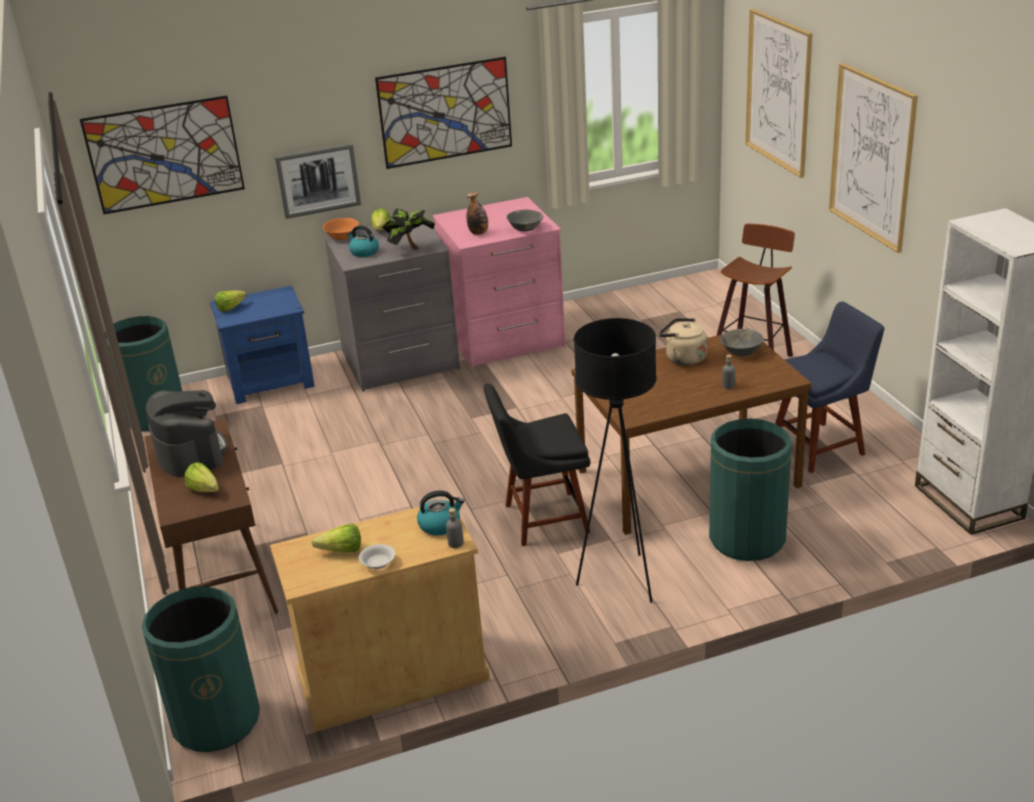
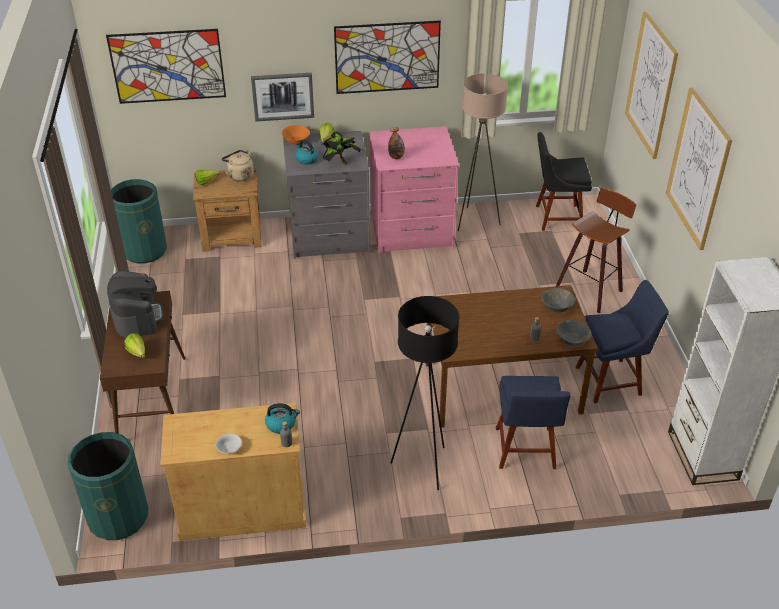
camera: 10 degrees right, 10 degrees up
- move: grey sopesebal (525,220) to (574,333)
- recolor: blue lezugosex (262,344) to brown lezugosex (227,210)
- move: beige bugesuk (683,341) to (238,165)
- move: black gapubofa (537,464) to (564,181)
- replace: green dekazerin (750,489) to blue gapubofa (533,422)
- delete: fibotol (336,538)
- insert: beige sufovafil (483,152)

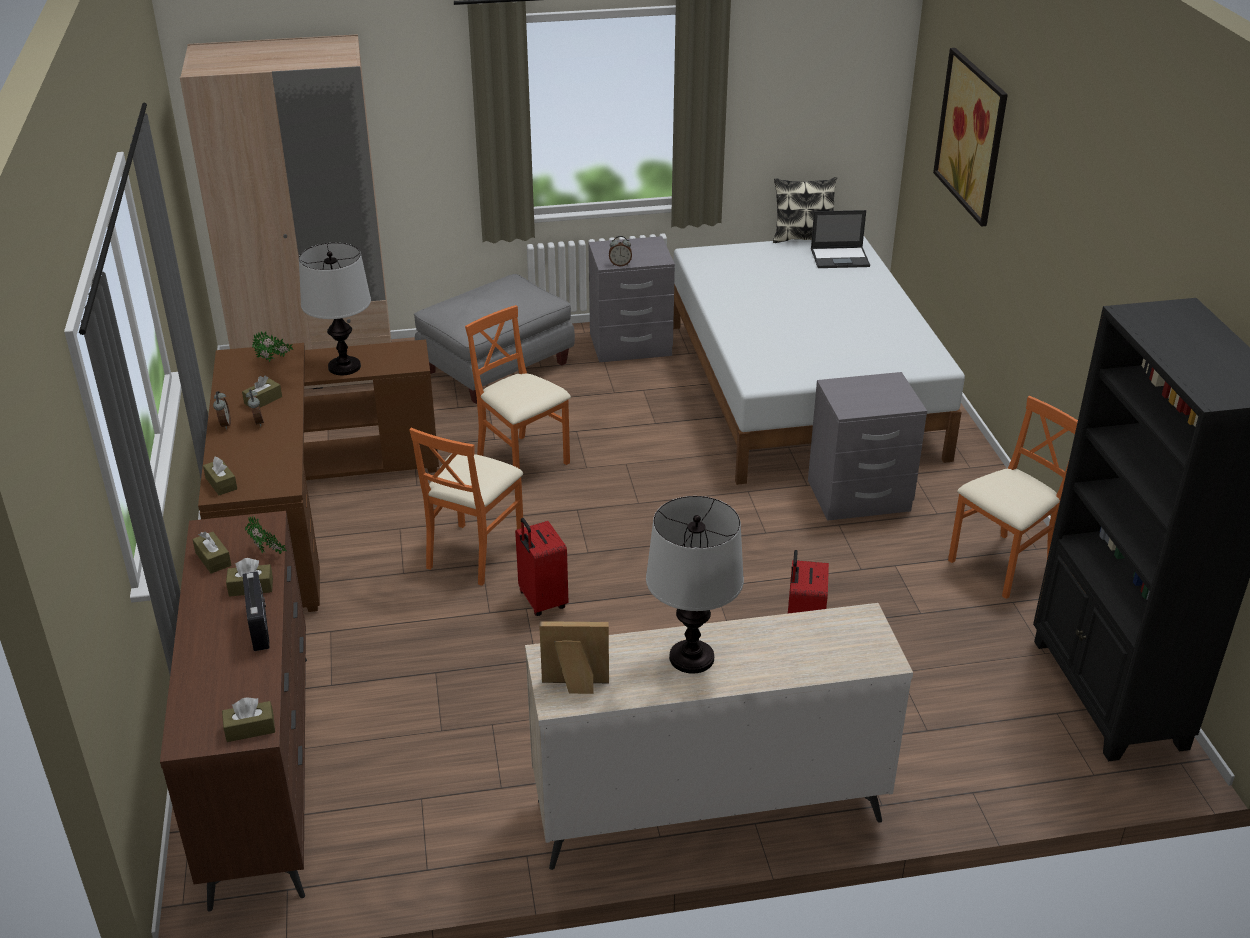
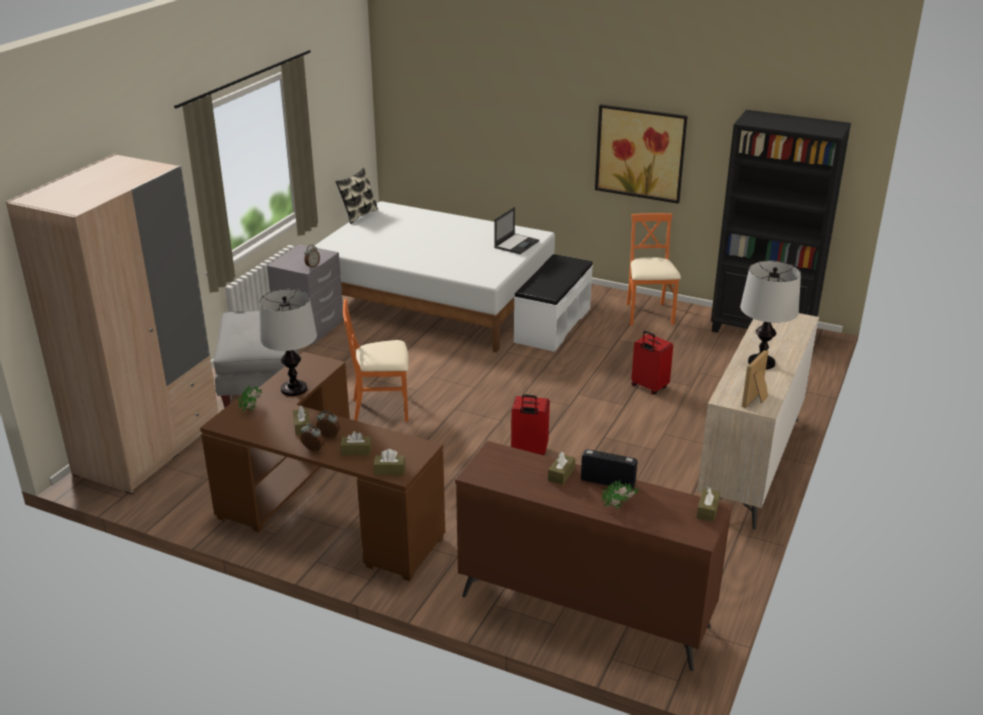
camera: 55 degrees left, 5 degrees down
- move: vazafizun (970,137) to (641,154)
- move: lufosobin (840,239) to (516,230)
- replace: grey lezugosex (867,446) to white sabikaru (553,303)
- delete: orange gapubofa (466,507)
- move: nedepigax (265,535) to (620,494)
- move: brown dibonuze (212,553) to (356,443)

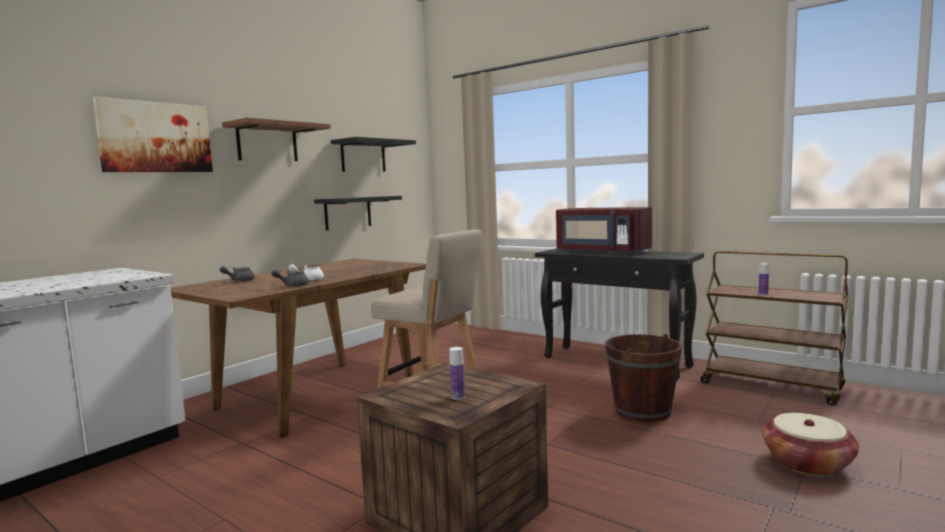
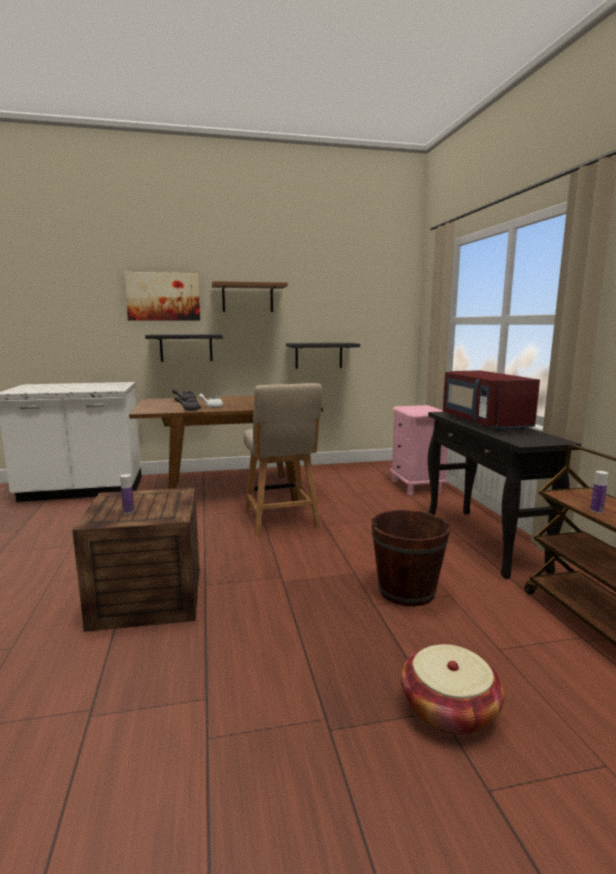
camera: 40 degrees right, 5 degrees up
- move: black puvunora (373,154) to (184,348)
- insert: pink lezugosex (419,450)

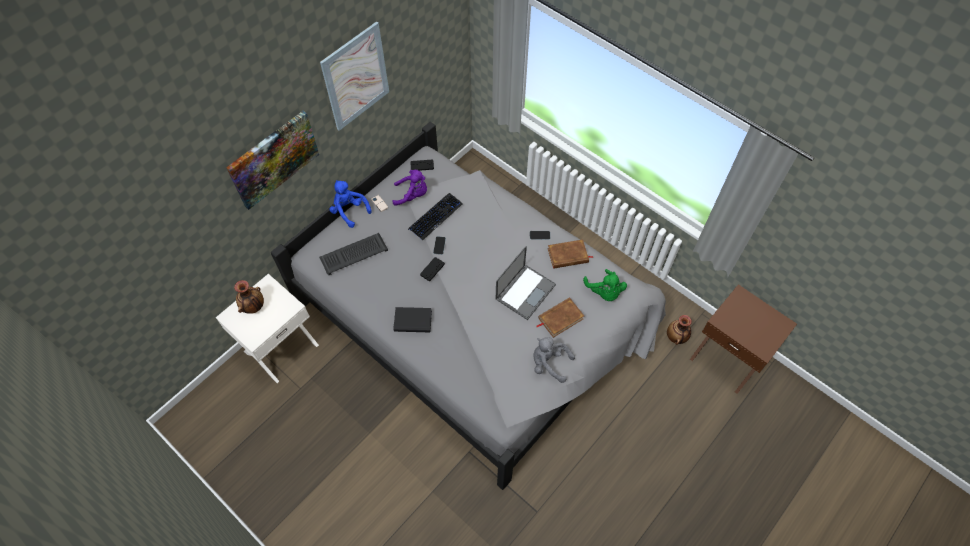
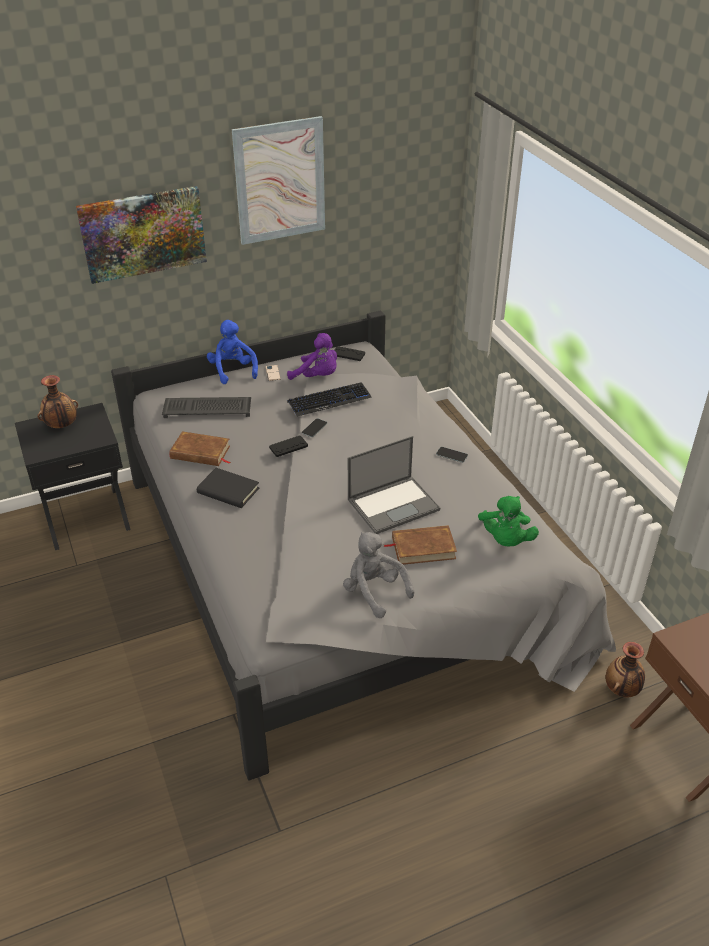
camera: 25 degrees right, 20 degrees down
- move: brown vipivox (570,254) to (200,448)
- recolor: white lezugosex (267,328) to black lezugosex (73,476)

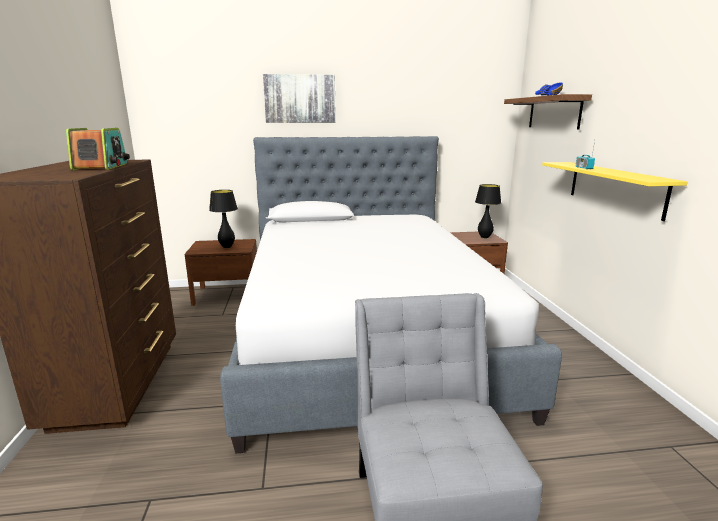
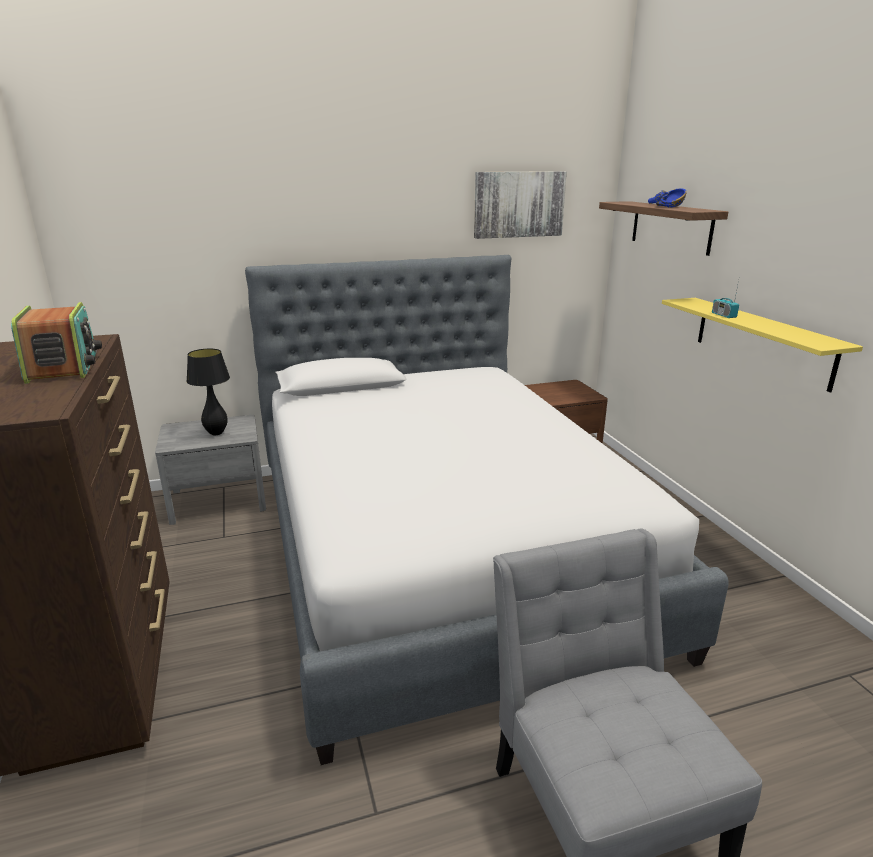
camera: 10 degrees left, 5 degrees up
- move: vazafizun (299,98) to (520,205)
- delete: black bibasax (488,211)
- recolor: brown lezugosex (221,272) to grey lezugosex (210,470)

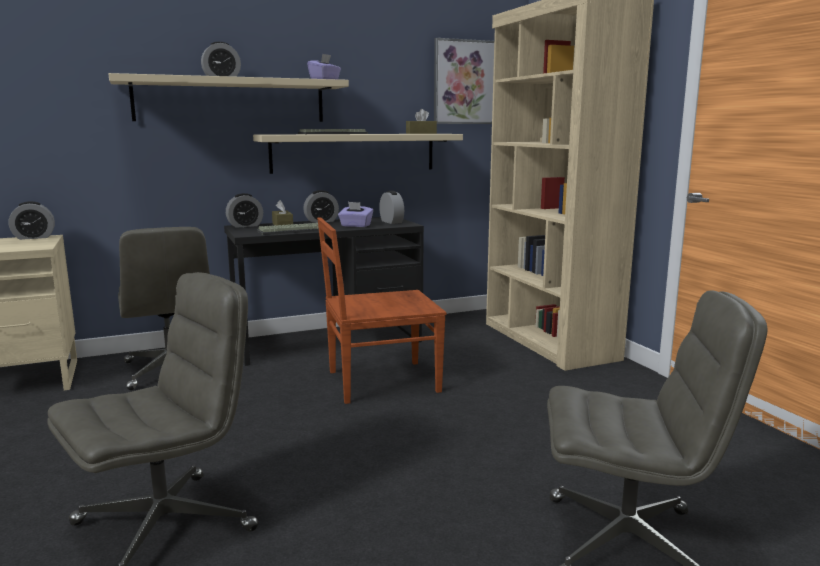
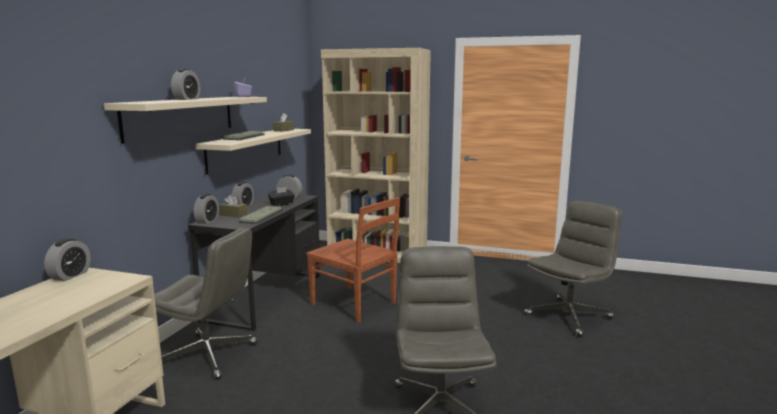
camera: 50 degrees left, 0 degrees up
- delete: vazafizun (464,81)
- recolor: purple dibonuze (355,214) to black dibonuze (281,196)
- rotate: brown gapubofa (381,310) = (353,260) 75 degrees counterclockwise

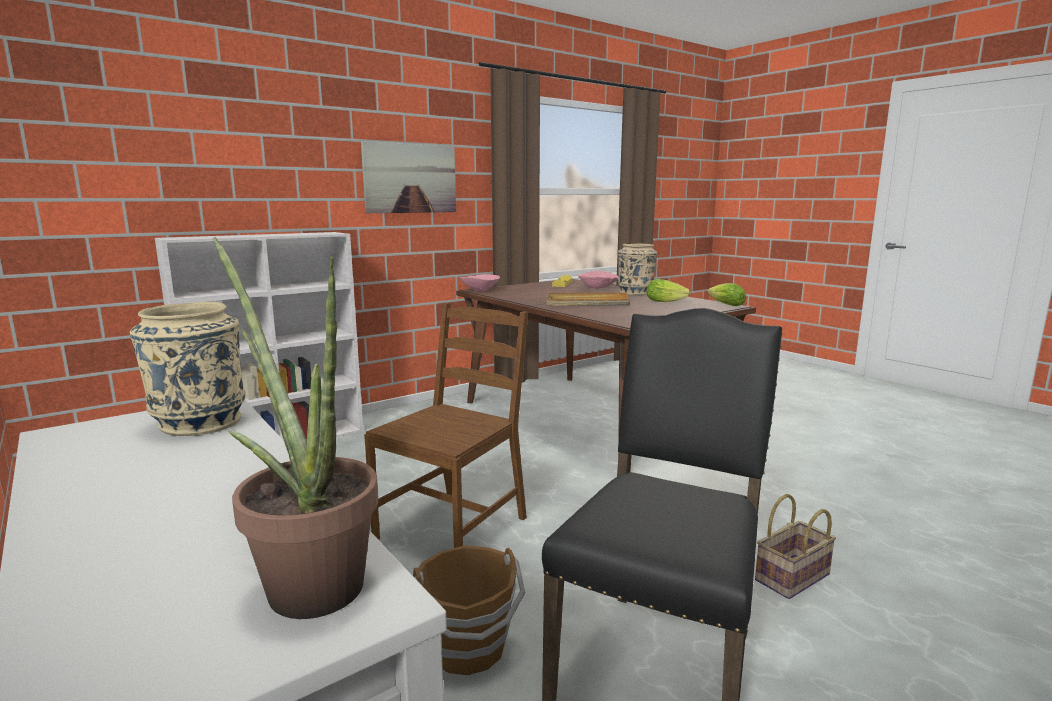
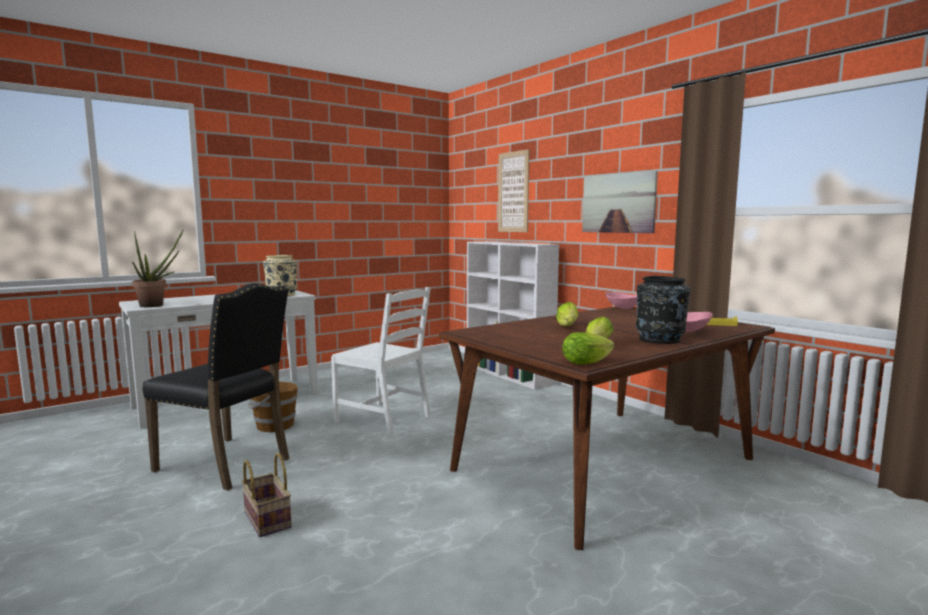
camera: 90 degrees right, 5 degrees down
- recolor: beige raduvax (637,269) to black raduvax (663,310)
- replace: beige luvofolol (588,299) to fibotol (567,314)
- recolor: brown gapubofa (446,425) to white gapubofa (381,361)
- insert: vazafizun (513,190)

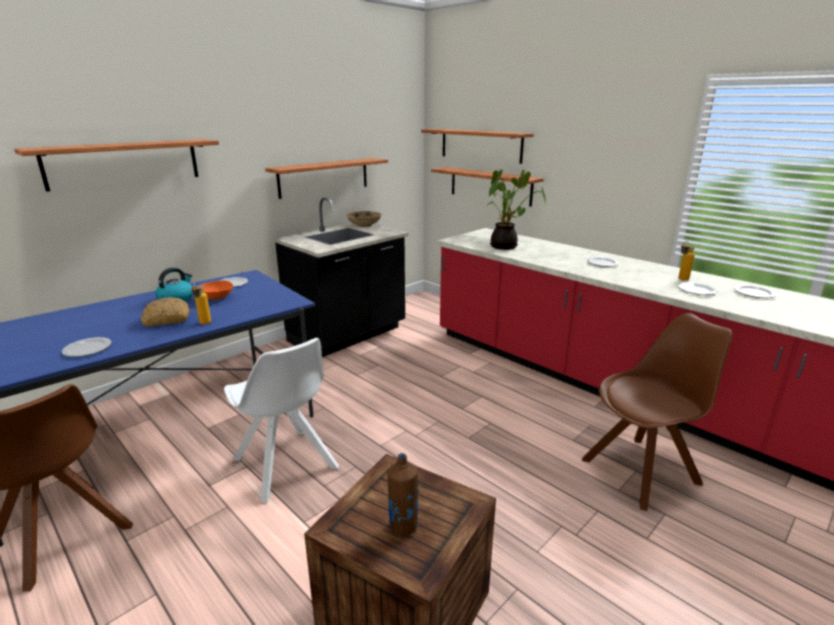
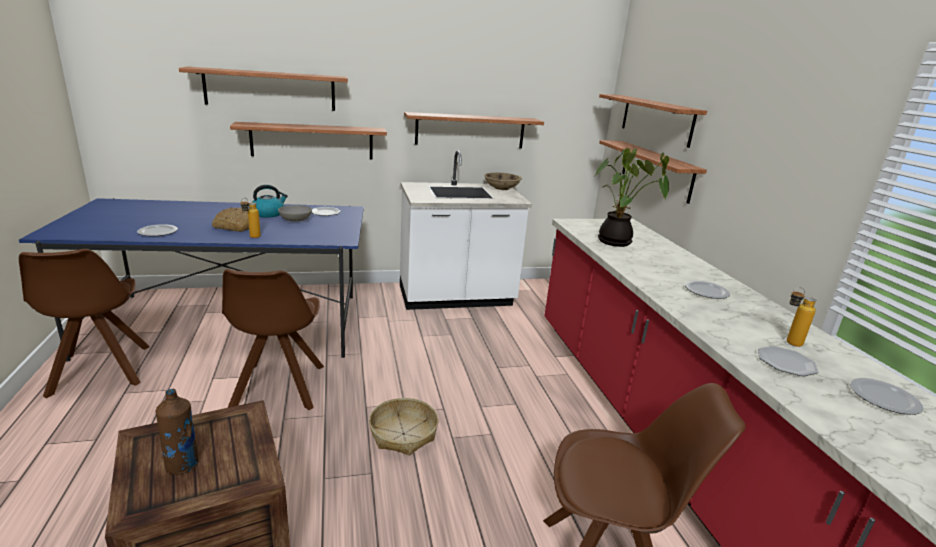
camera: 30 degrees right, 0 degrees up
- recolor: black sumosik (341,277) to white sumosik (466,230)
- recolor: orange sopesebal (216,290) to grey sopesebal (295,213)
- recolor: white gapubofa (281,420) to brown gapubofa (273,339)
- insert: puvunora (308,140)
- insert: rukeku (403,426)

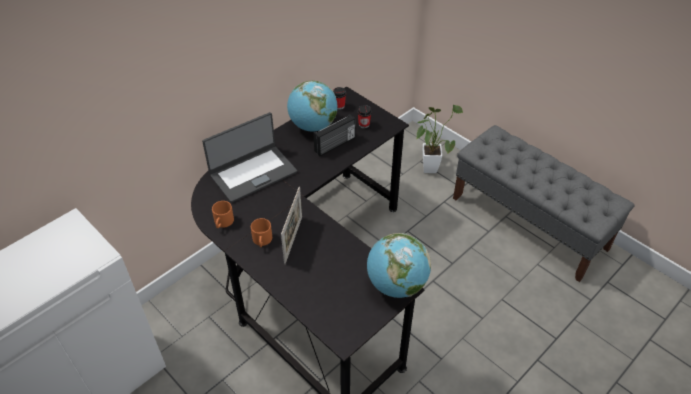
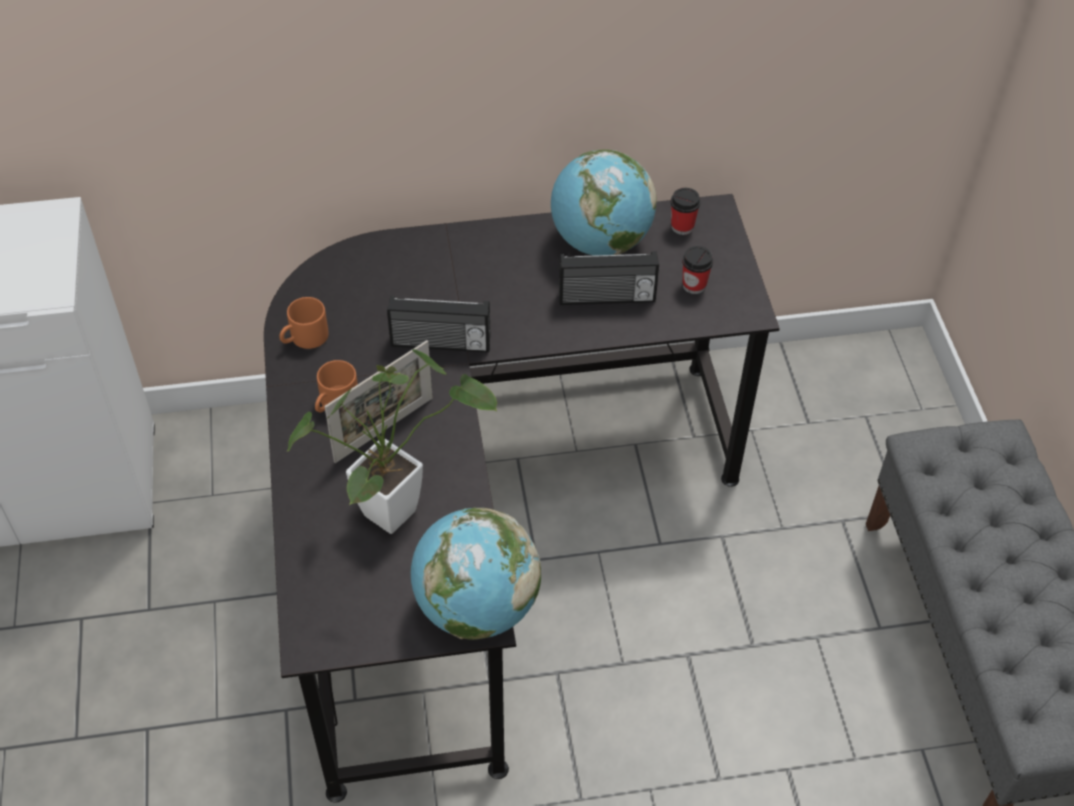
camera: 35 degrees right, 5 degrees up
- move: nedepigax (440,139) to (391,441)
- delete: lufosobin (249,157)
- insert: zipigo (439,324)

